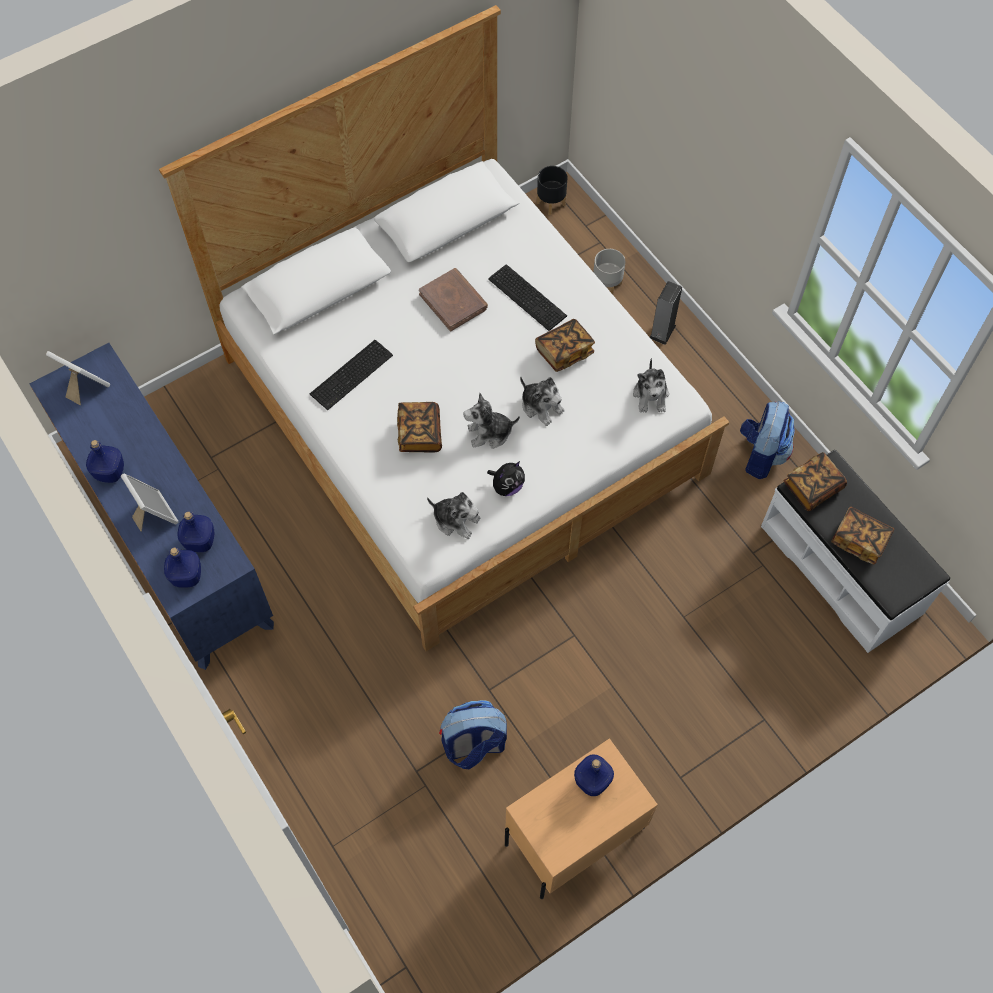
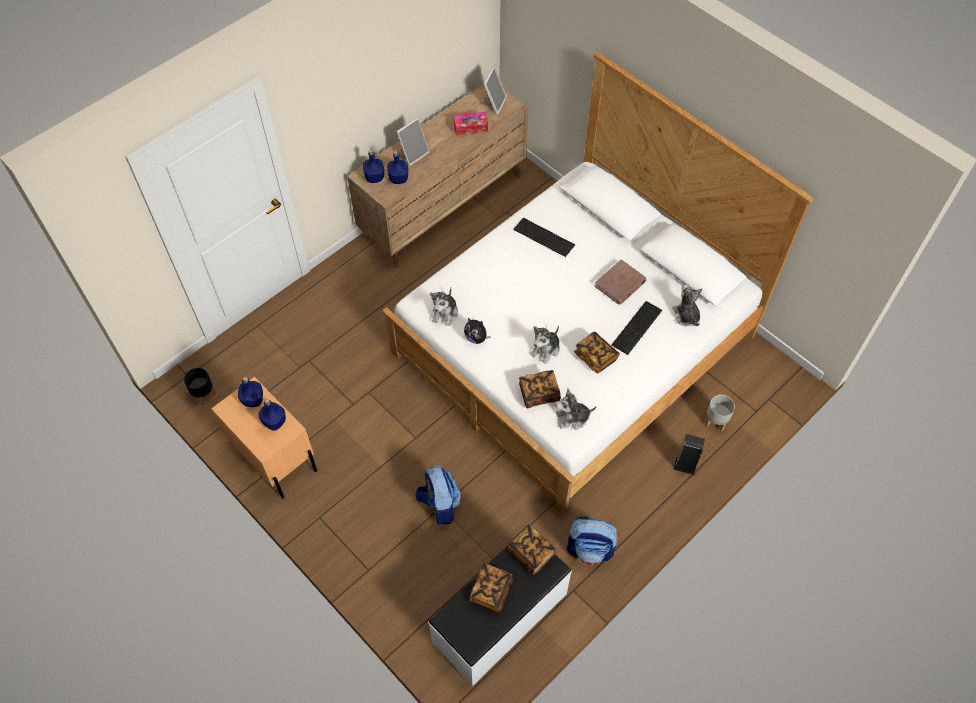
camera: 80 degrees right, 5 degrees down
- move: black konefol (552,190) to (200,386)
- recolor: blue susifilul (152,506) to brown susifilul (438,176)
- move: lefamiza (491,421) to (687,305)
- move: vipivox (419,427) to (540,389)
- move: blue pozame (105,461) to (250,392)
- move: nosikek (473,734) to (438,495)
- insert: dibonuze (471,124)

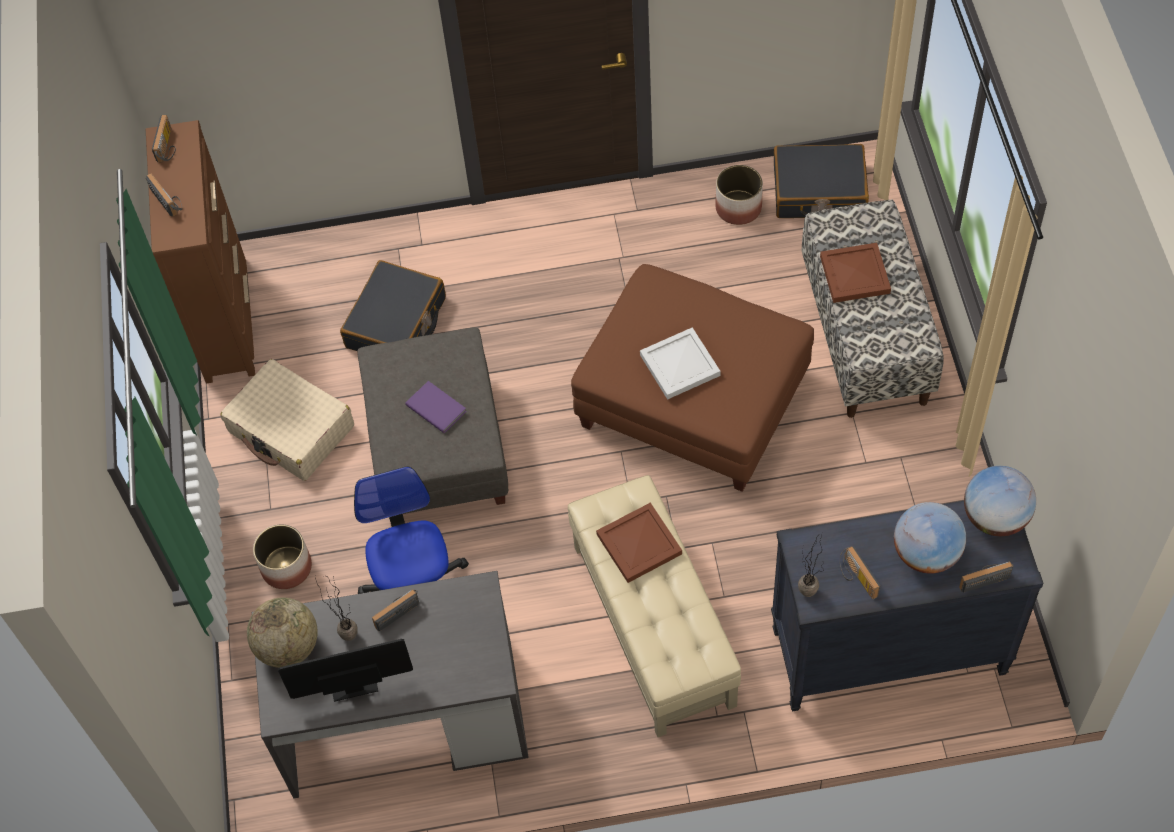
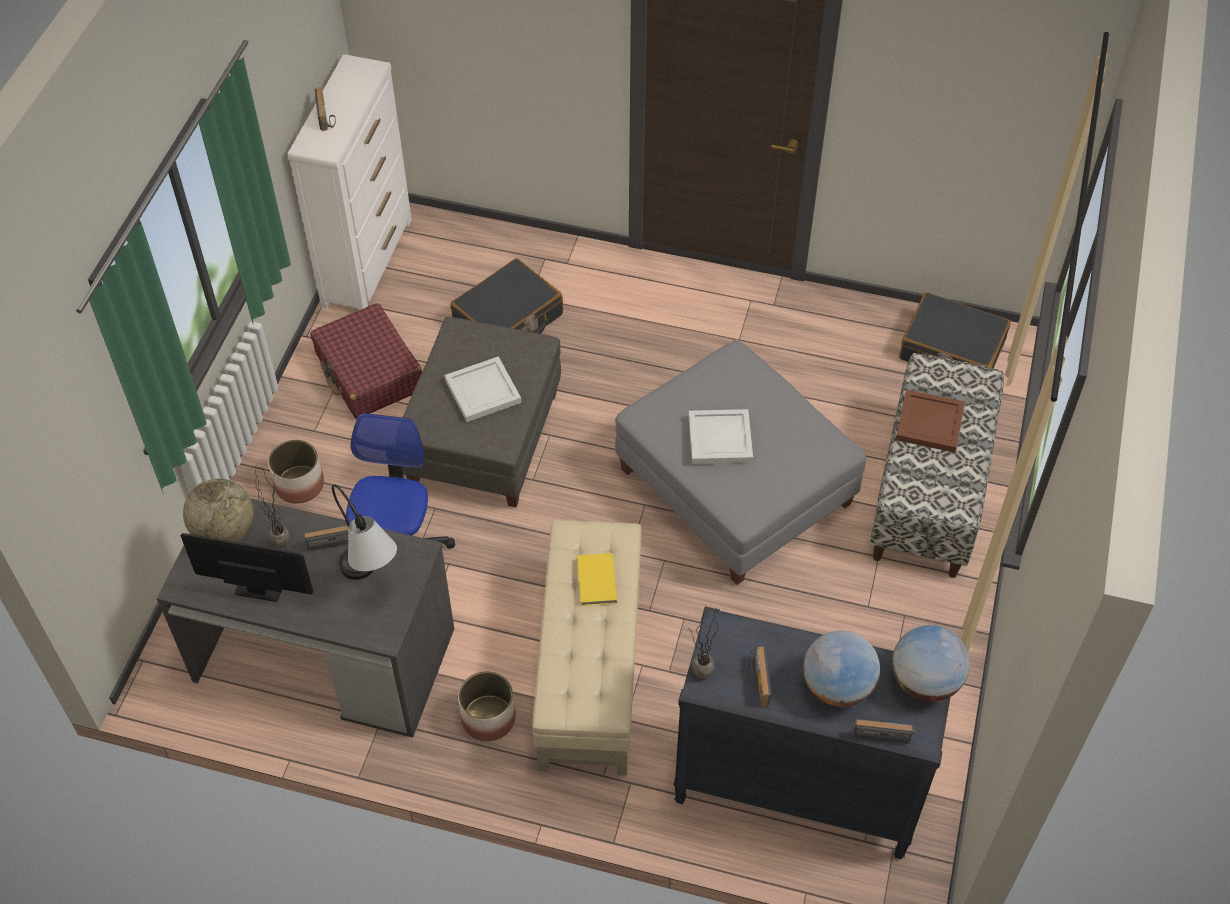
camera: 20 degrees right, 5 degrees down
- delete: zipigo (164,138)
- recolor: brown susifilul (200,252) to white susifilul (350,182)
- move: konefol (739,195) to (487,706)
- recolor: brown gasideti (692,378) to grey gasideti (741,463)
- recolor: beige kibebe (287,420) to red kibebe (366,361)
- replace: purple vipivox (436,407) to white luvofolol (482,389)
- replace: brown luvofolol (639,543) to yellow vipivox (597,579)
- insert: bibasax (364,532)

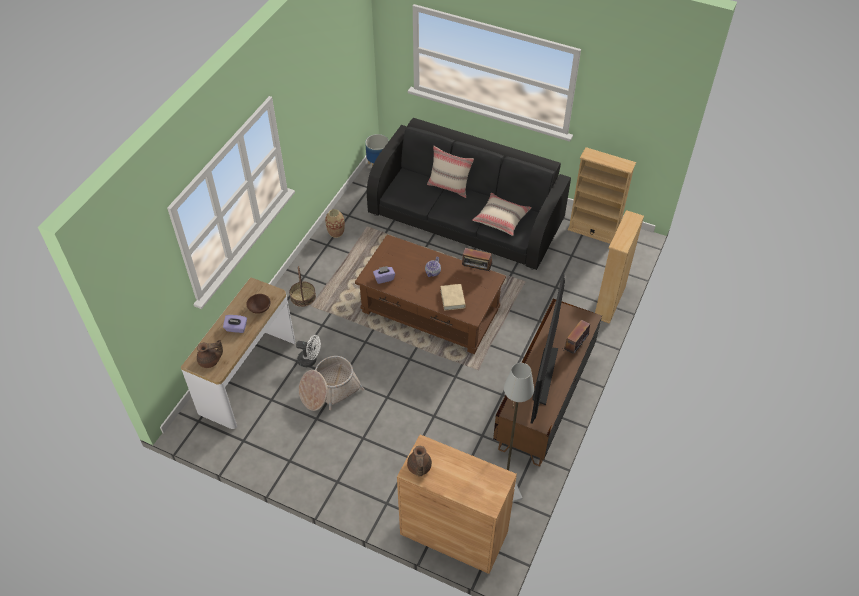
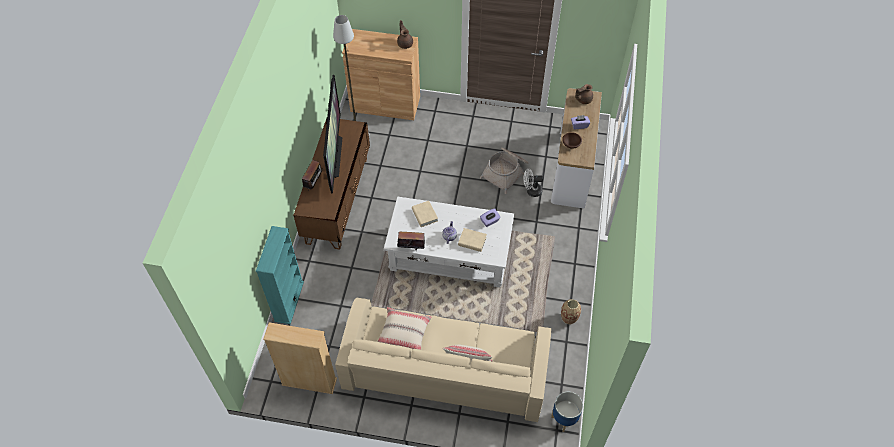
camera: 165 degrees right, 5 degrees up
- recolor: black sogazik (469,194) to beige sogazik (443,360)
- recolor: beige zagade (619,267) to turquoise zagade (280,275)
- recolor: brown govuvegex (430,294) to white govuvegex (449,242)
- delete: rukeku (302,286)
- insert: beige vipivox (472,240)

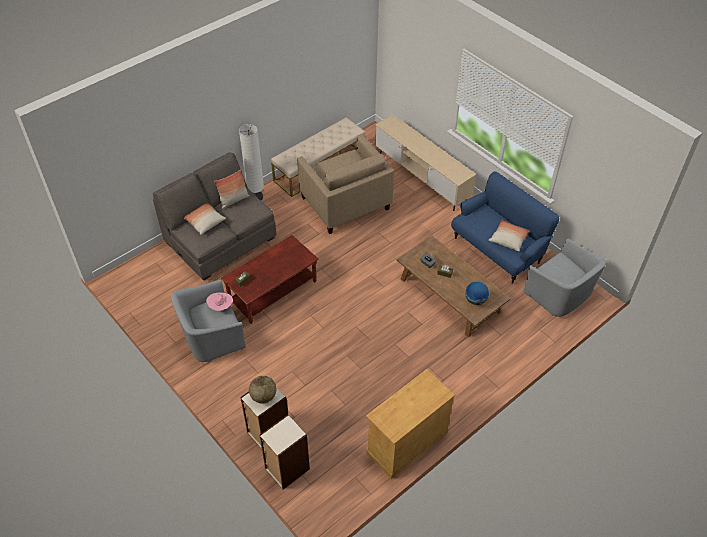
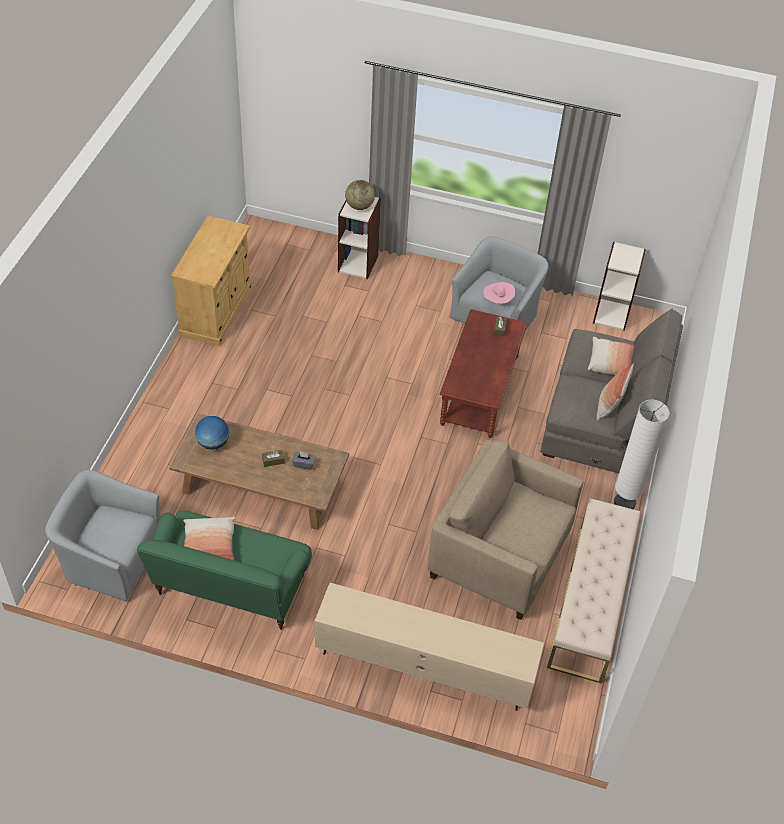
camera: 145 degrees right, 0 degrees up
- recolor: blue sogazik (505,228) to green sogazik (224,570)
- move: zagade (284,452) to (619,286)

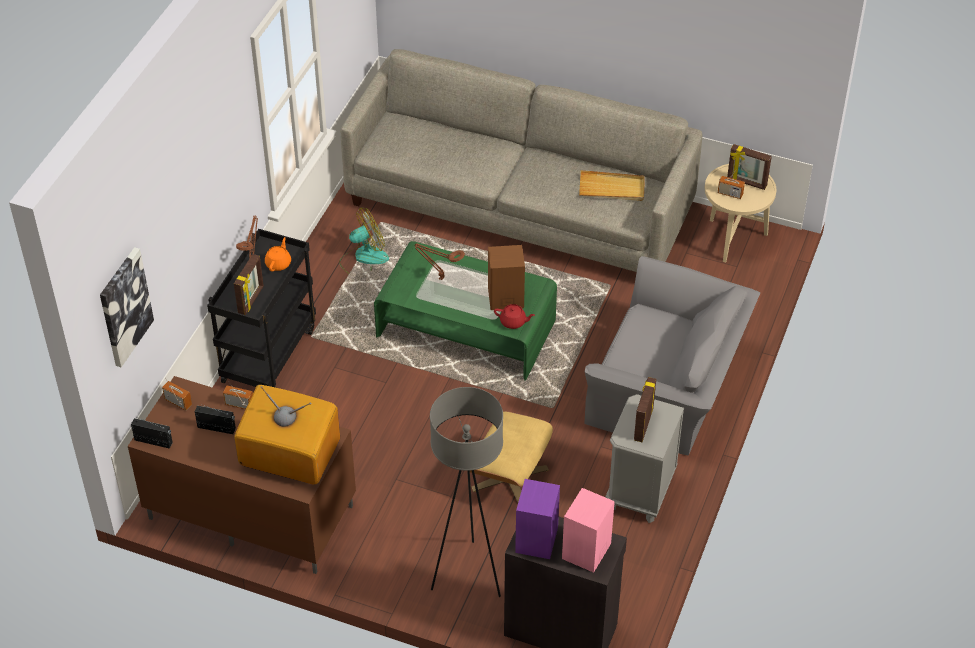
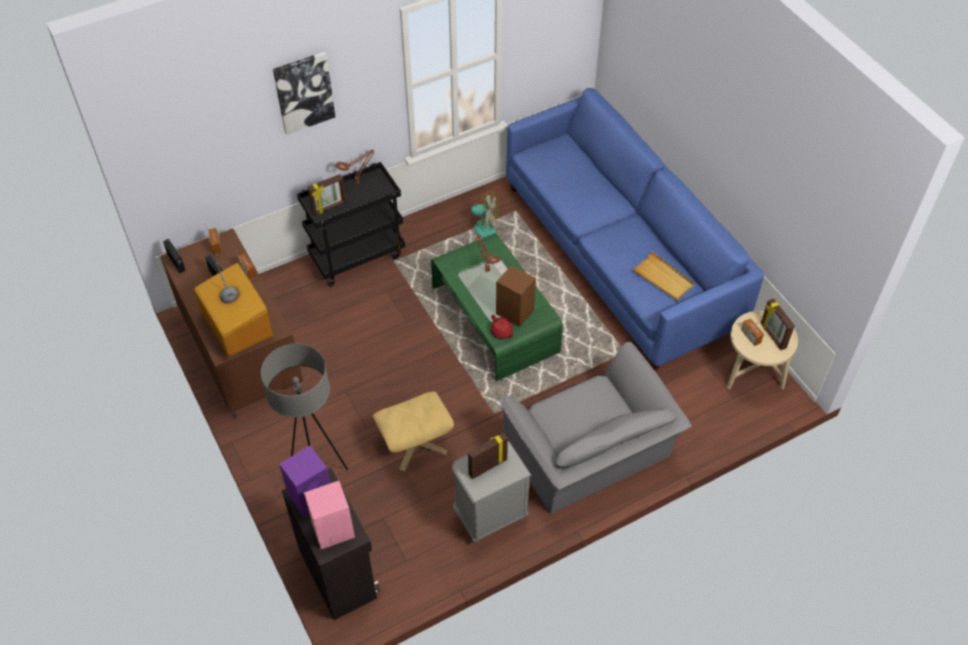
camera: 40 degrees right, 5 degrees up
- recolor: grey sogazik (521,160) to blue sogazik (635,229)
- delete: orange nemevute (278,254)
- move: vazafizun (127,307) to (304,93)

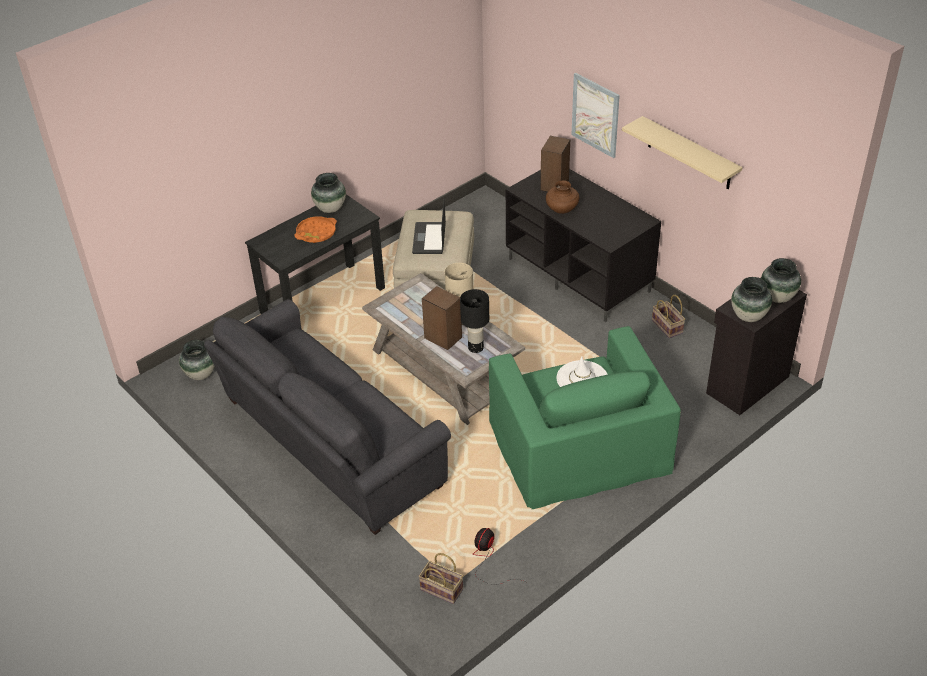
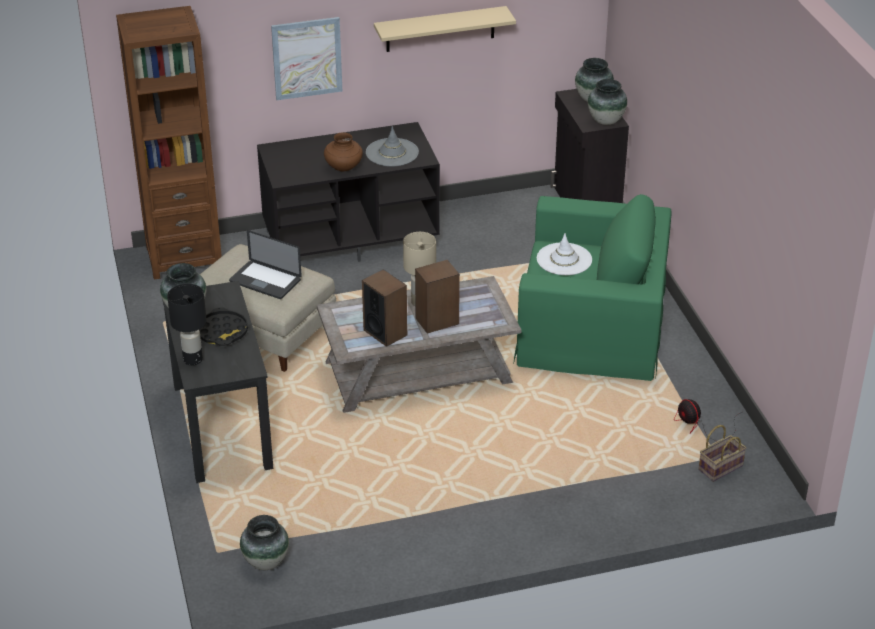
camera: 65 degrees left, 5 degrees down
- move: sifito (555,164) to (384,308)
- recolor: orange luvofolol (316,230) to black luvofolol (223,326)
- move: black bibasax (474,321) to (187,324)
- delete: rukeku (668,316)
- delete: grey sogazik (327,417)
- insert: brown zagade (169,143)
- insert: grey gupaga (392,146)

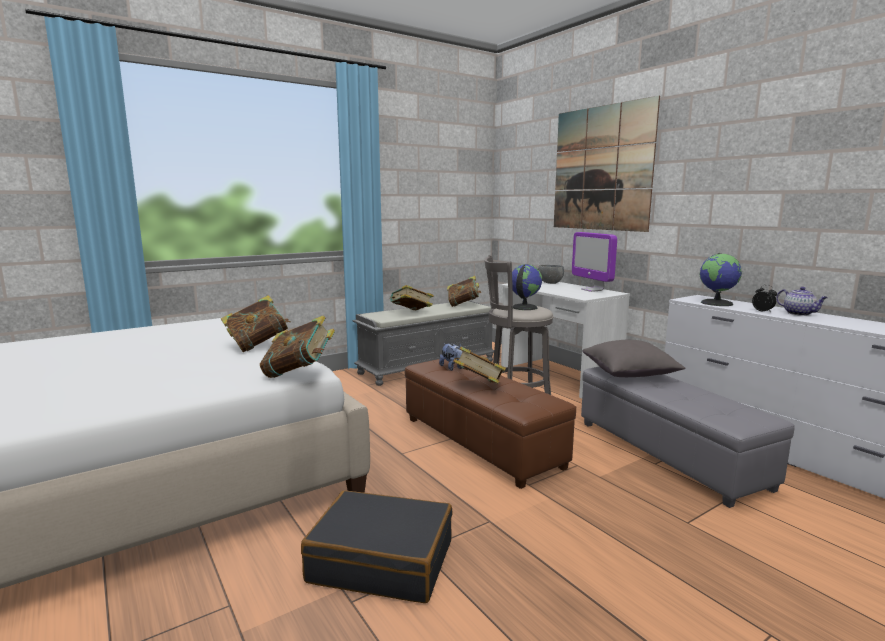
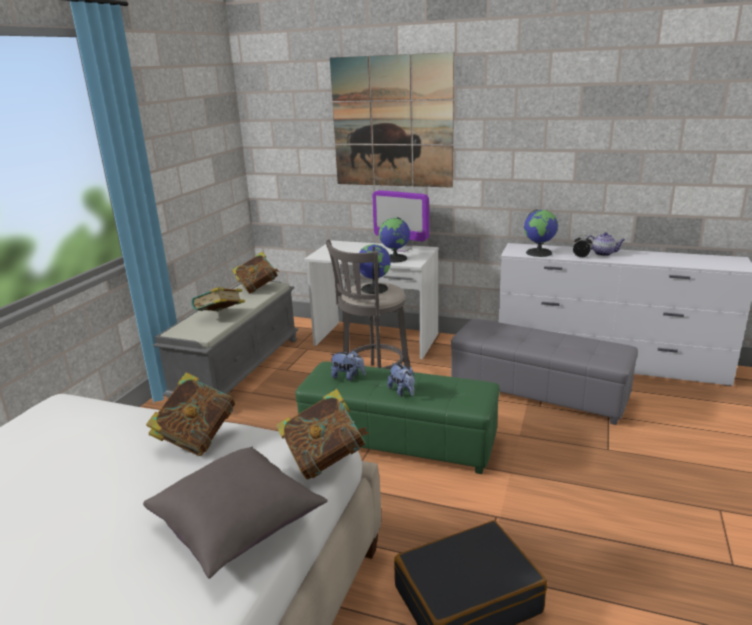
camera: 35 degrees left, 10 degrees up
- delete: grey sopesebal (551,274)
- move: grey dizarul (634,358) to (235,512)
- replace: vipivox (479,365) to lefamiza (401,379)
- recolor: brown gasideti (491,424) to green gasideti (397,417)
- insert: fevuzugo (394,240)

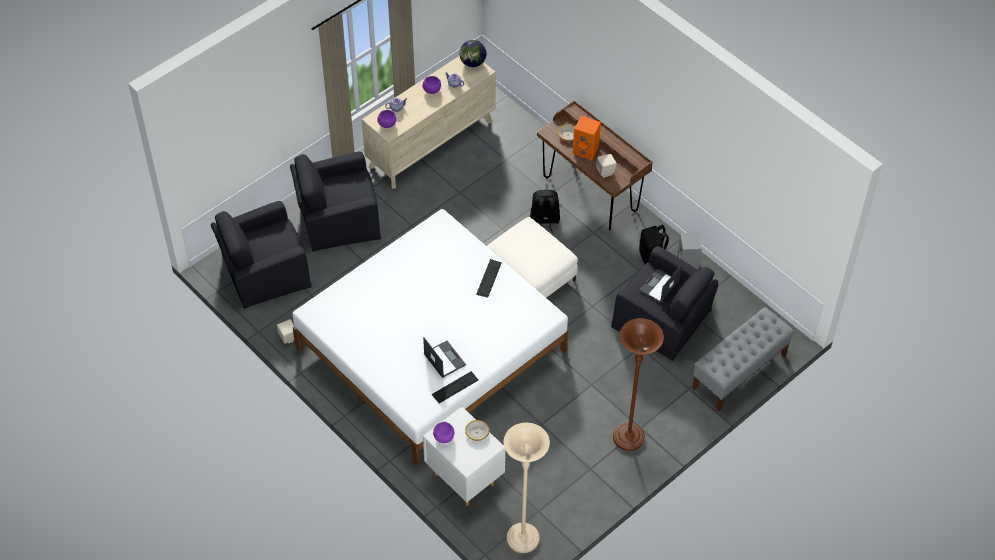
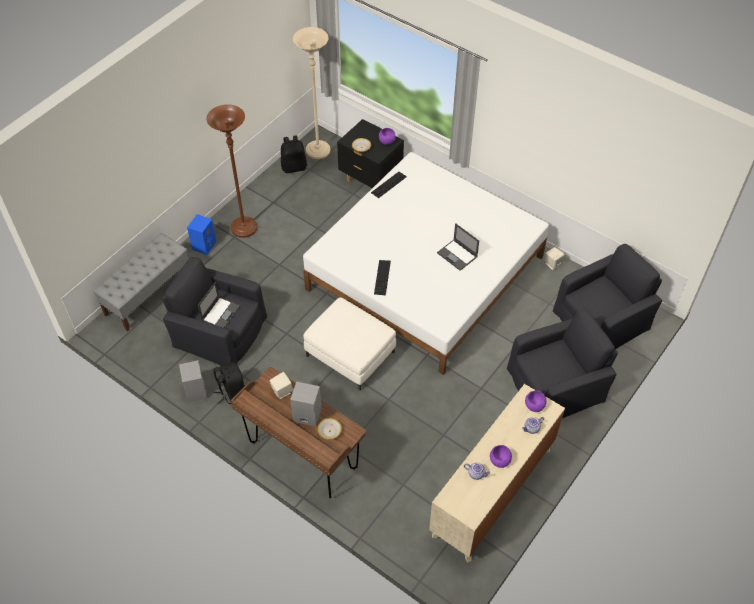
camera: 170 degrees right, 0 degrees up
- delete: fevuzugo (472,53)
- recolor: orange sifito (586,138) to grey sifito (306,404)
- move: black nosikek (545,211) to (294,154)
- move: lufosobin (444,357) to (458,247)
- recolor: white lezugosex (464,456) to black lezugosex (370,153)
- insert: blue sifito (202,234)

